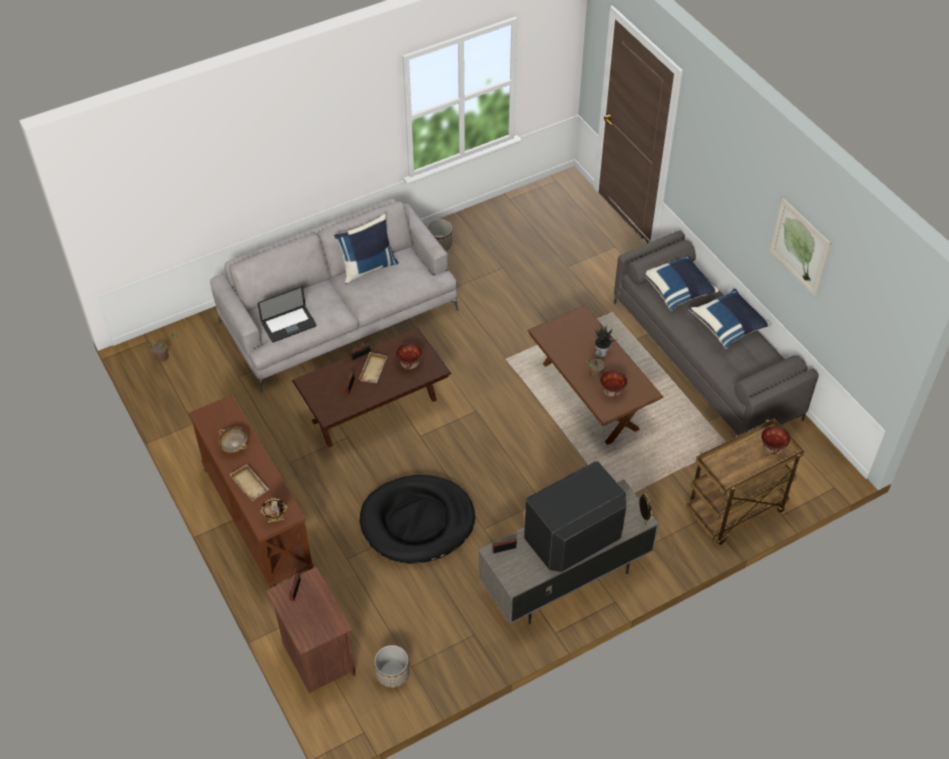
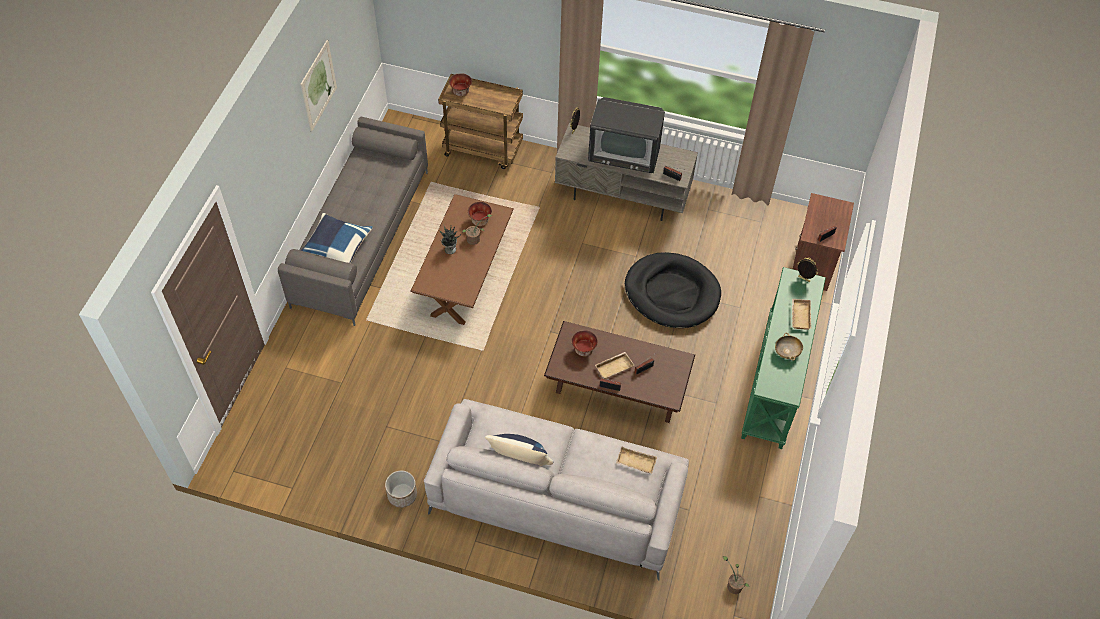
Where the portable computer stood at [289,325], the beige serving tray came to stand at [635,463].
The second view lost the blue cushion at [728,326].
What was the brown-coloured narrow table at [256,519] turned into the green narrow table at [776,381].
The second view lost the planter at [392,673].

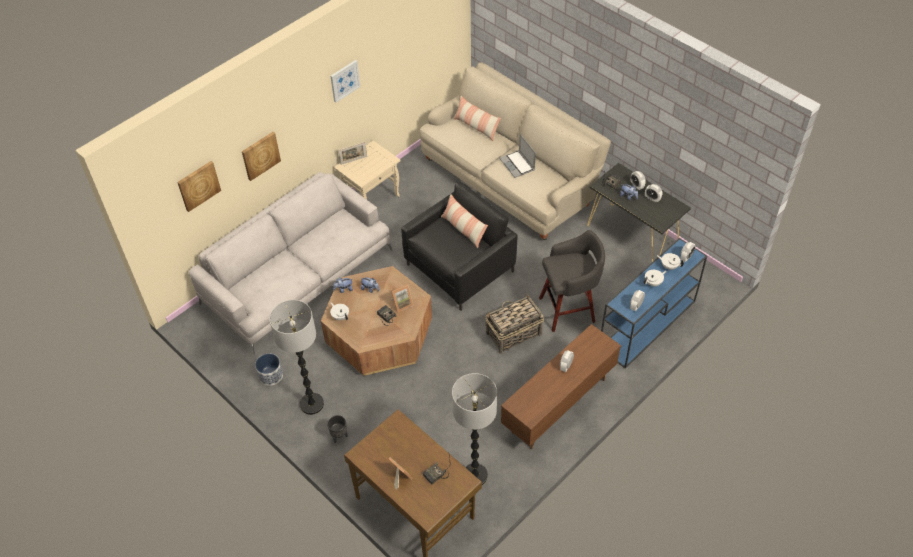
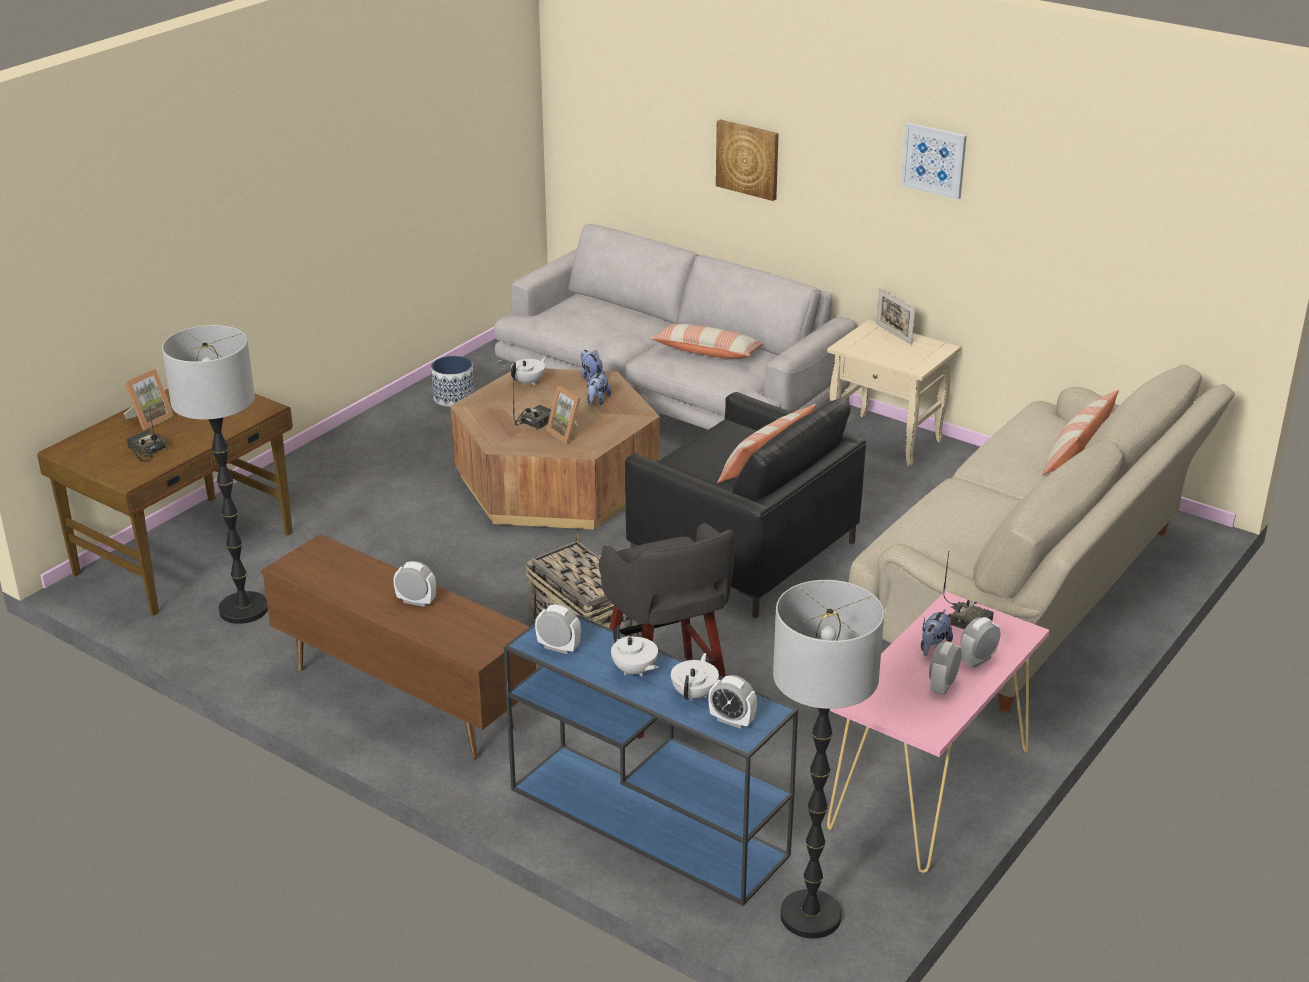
The second view lost the portable computer at [517,165].
The second view lost the picture at [198,185].
What was the blackish narrow table at [633,237] turned into the pinkish narrow table at [929,789].
The standing lamp ended up elsewhere, having gone from [311,404] to [810,916].
The second view lost the blackish planter at [339,436].
The second view gained the cushion at [707,352].

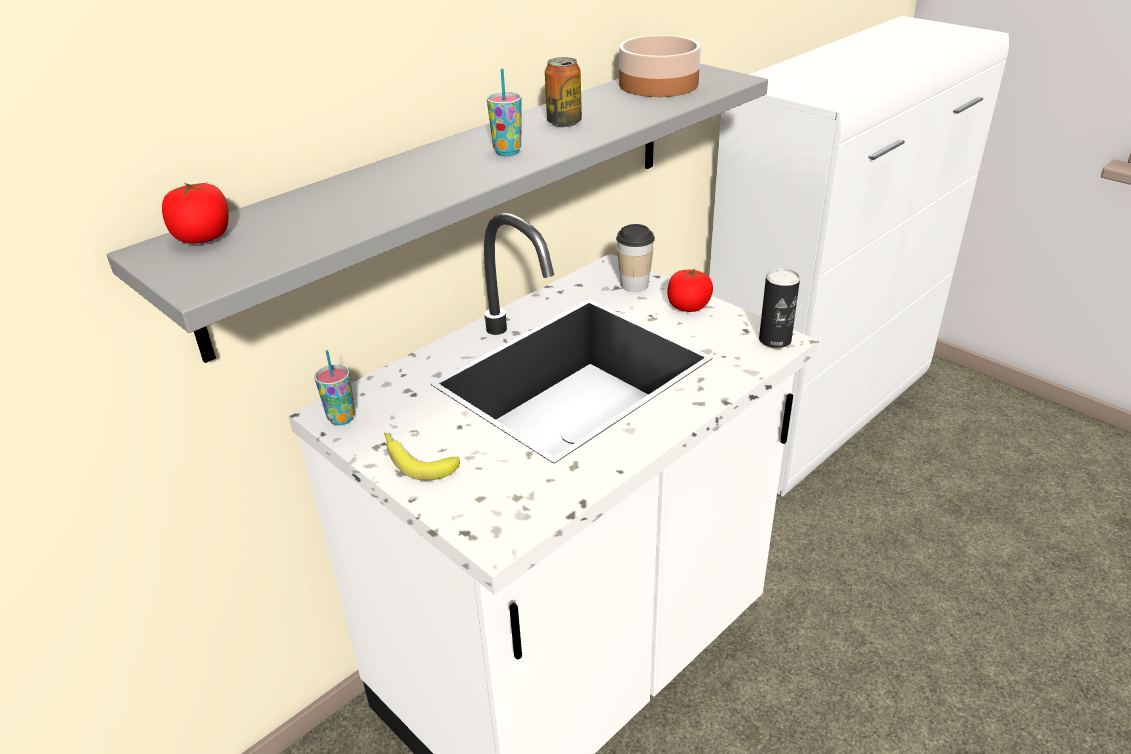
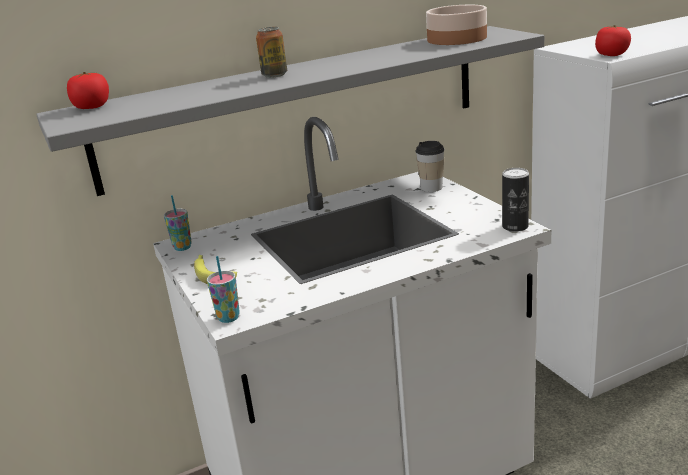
The metal can ended up elsewhere, having gone from [564,123] to [274,75].
The cup ended up elsewhere, having gone from [507,152] to [228,318].
The tomato ended up elsewhere, having gone from [688,306] to [611,55].

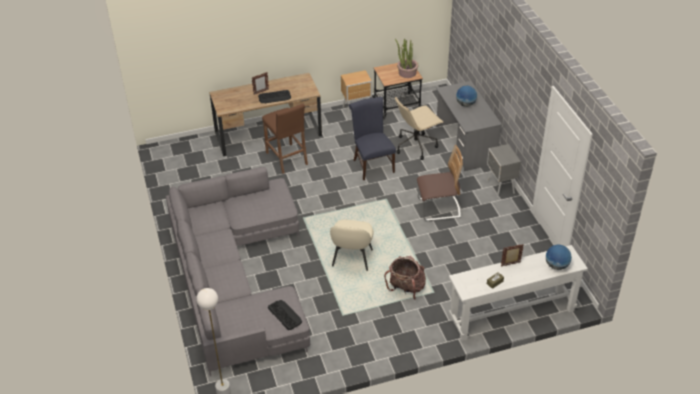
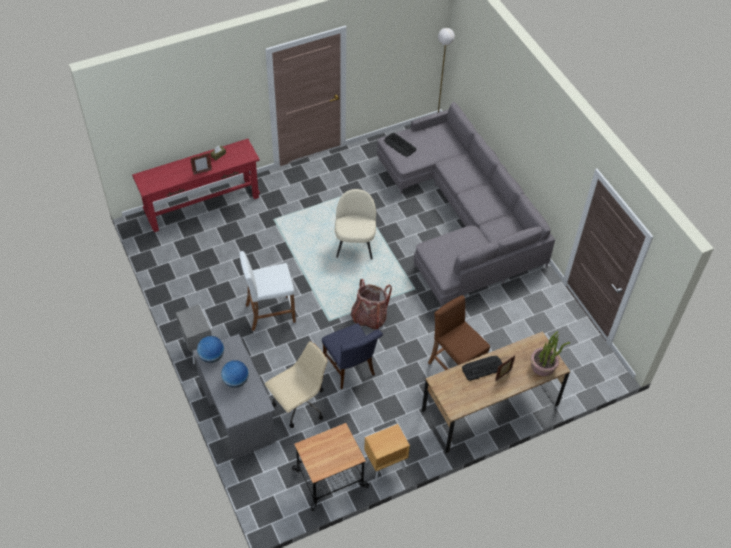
The plant in a pot ended up elsewhere, having gone from [407,73] to [543,366].
Where the chair stood at [438,208], the white-coloured stool seat came to stand at [270,313].
The desk globe ended up elsewhere, having gone from [556,266] to [211,356].
What was the white-coloured narrow table at [512,314] turned into the reddish narrow table at [202,205].
The knapsack ended up elsewhere, having gone from [406,288] to [369,317].

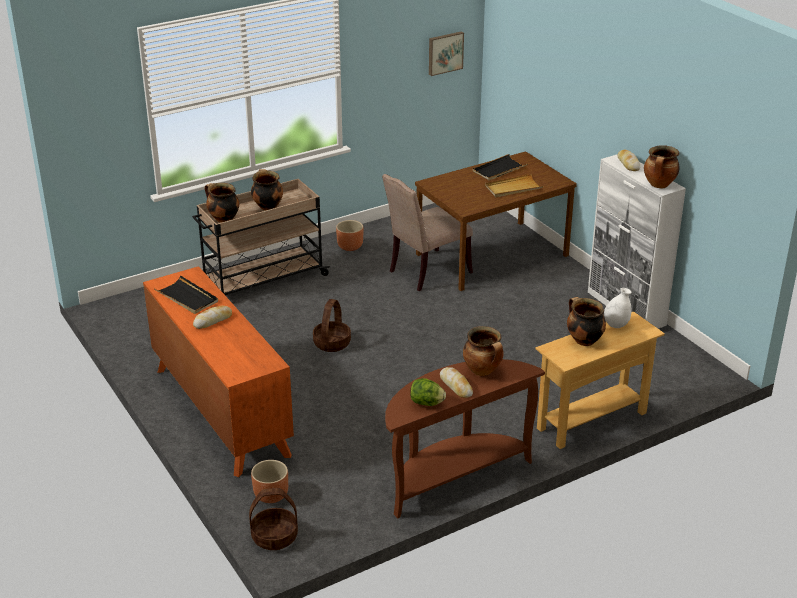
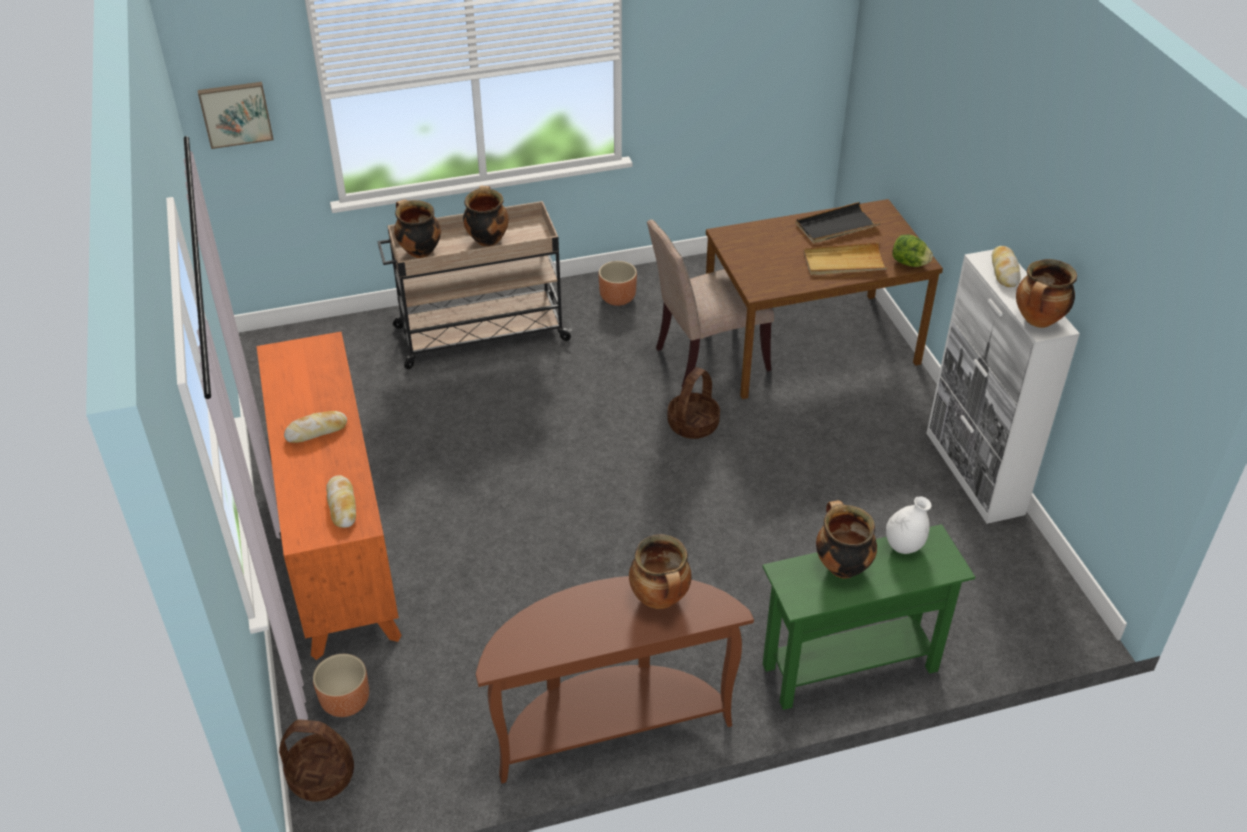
The picture ended up elsewhere, having gone from [445,53] to [236,113].
The second view lost the blackish serving tray at [187,297].
The basket ended up elsewhere, having gone from [331,343] to [693,424].
What was the beige narrow table at [592,420] turned into the green narrow table at [850,667].
The bakery bread ended up elsewhere, having gone from [456,386] to [342,505].
The lettuce ended up elsewhere, having gone from [426,403] to [909,263].

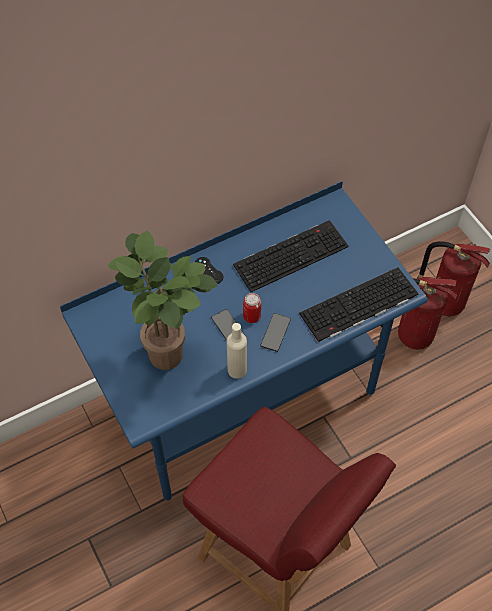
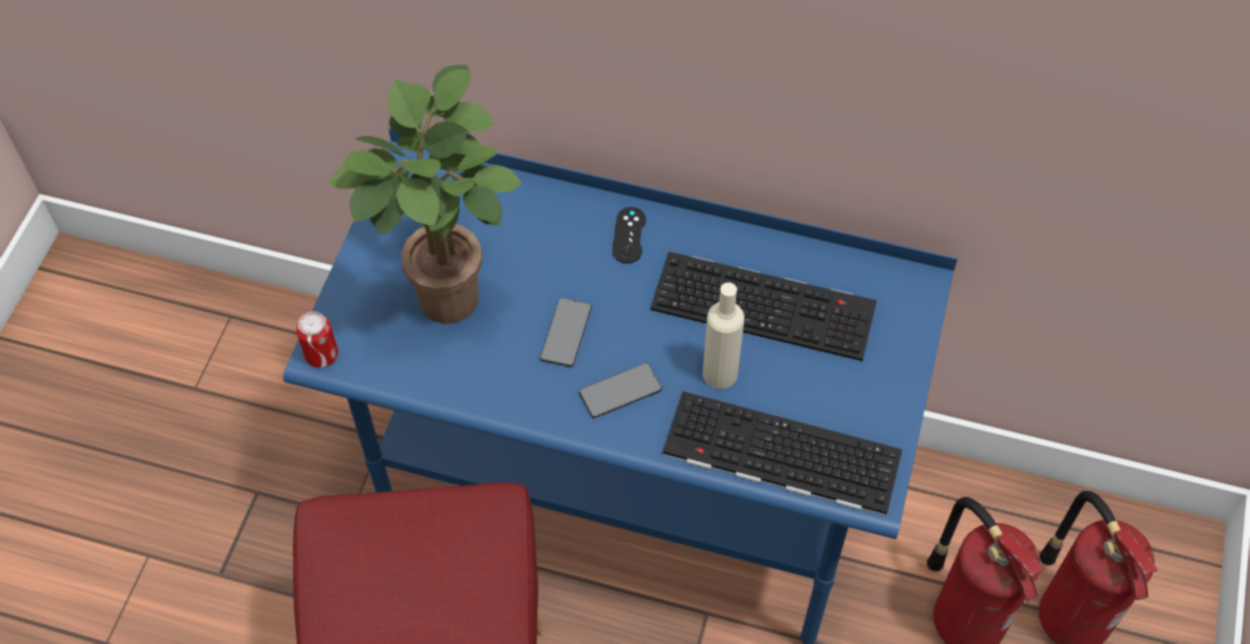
The metal can ended up elsewhere, having gone from [252,316] to [322,355].
The beige bottle ended up elsewhere, having gone from [237,369] to [720,373].

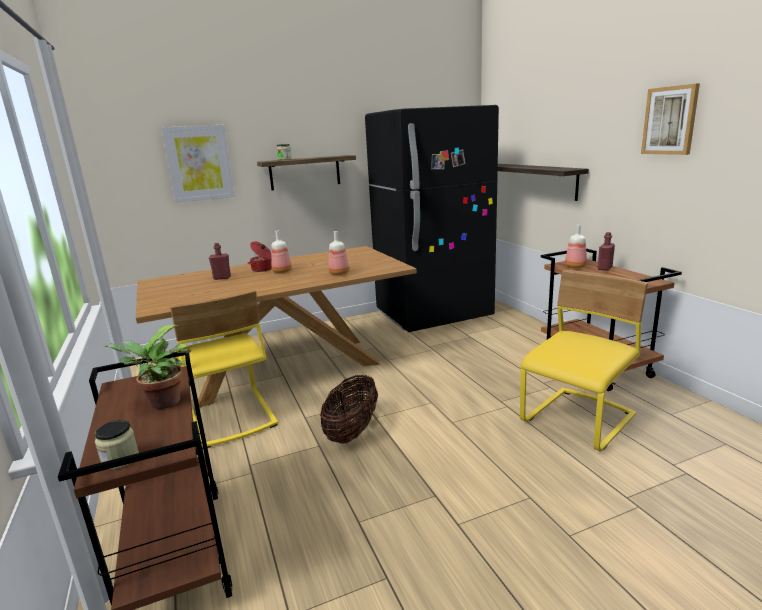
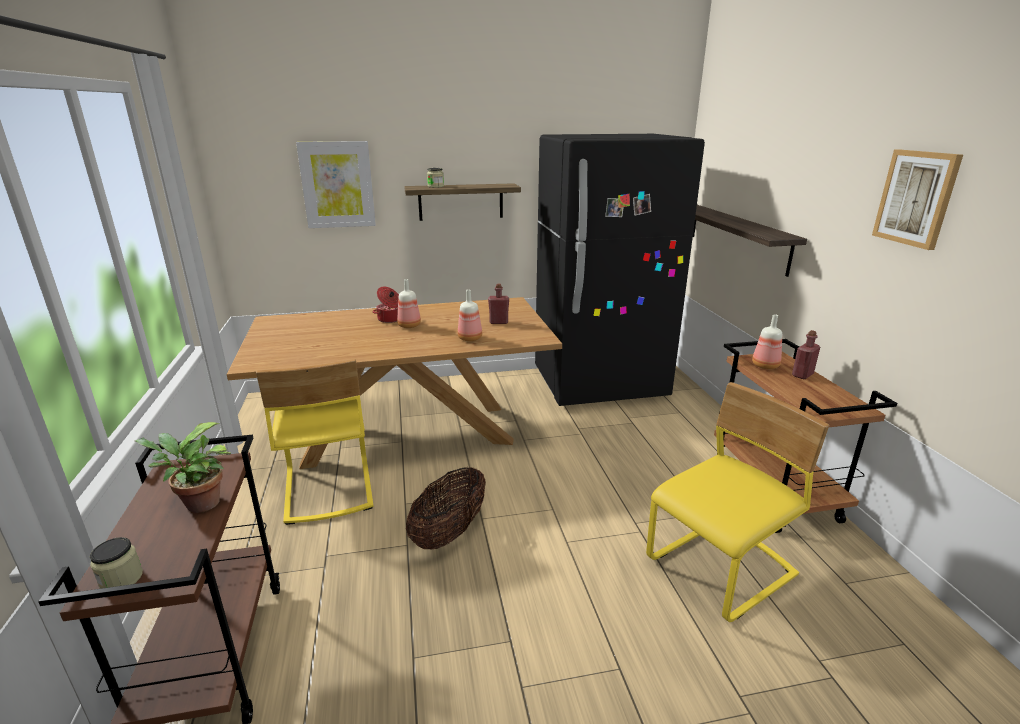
The reddish bottle ended up elsewhere, having gone from [222,278] to [498,322].

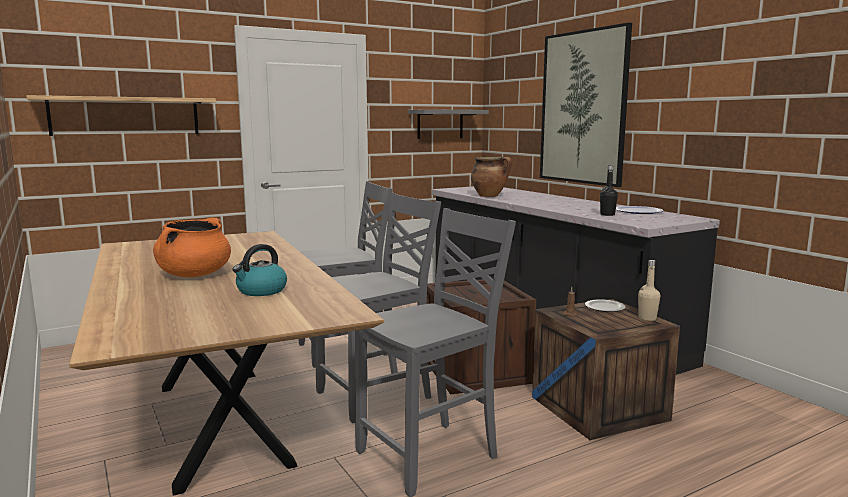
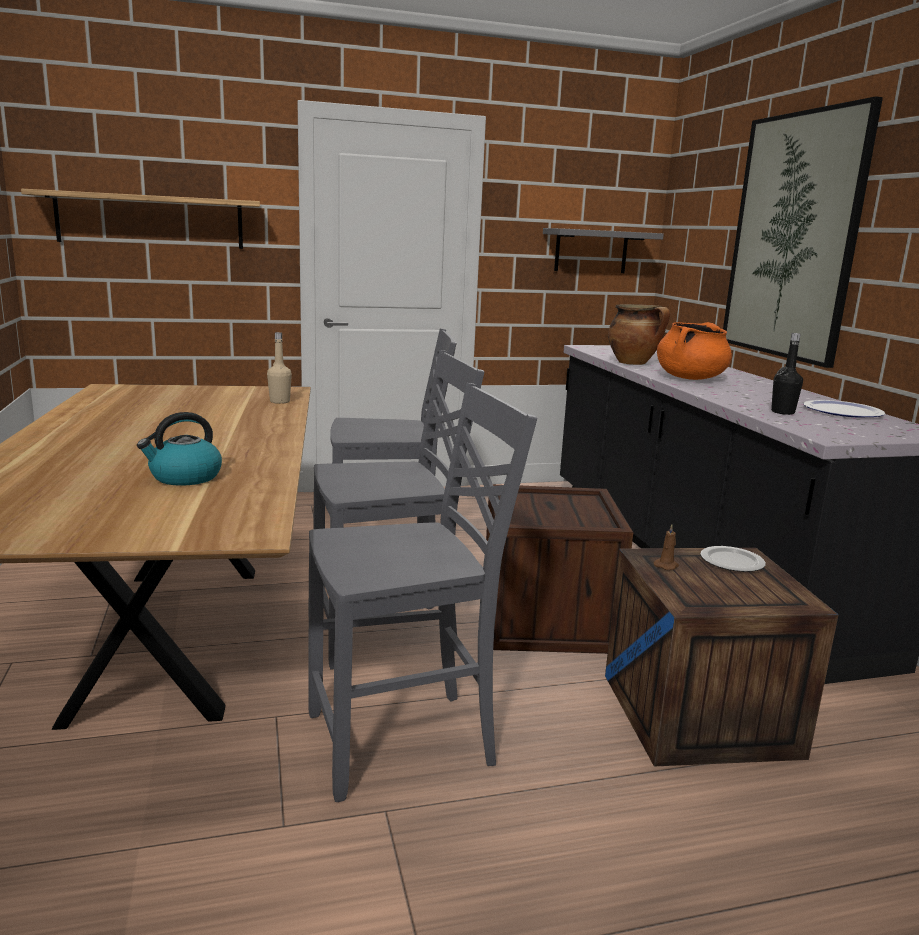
The orange stockpot ended up elsewhere, having gone from [195,275] to [690,378].
The beige bottle ended up elsewhere, having gone from [647,318] to [279,401].

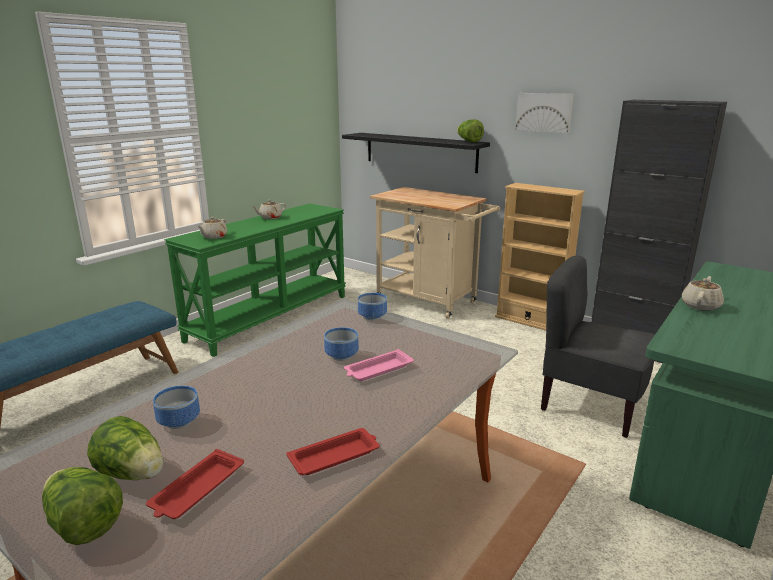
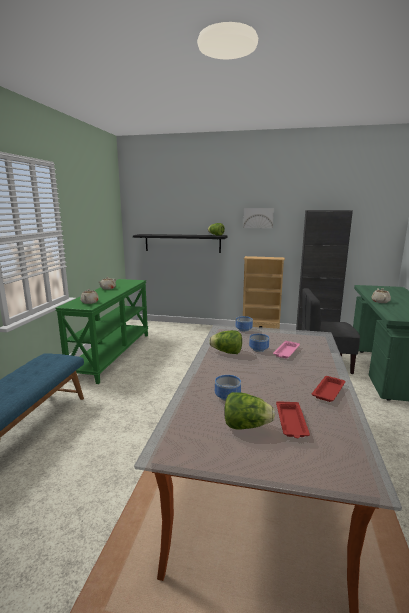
The second view lost the beige wheeled cart at [431,301].
The lettuce ended up elsewhere, having gone from [83,525] to [227,352].

